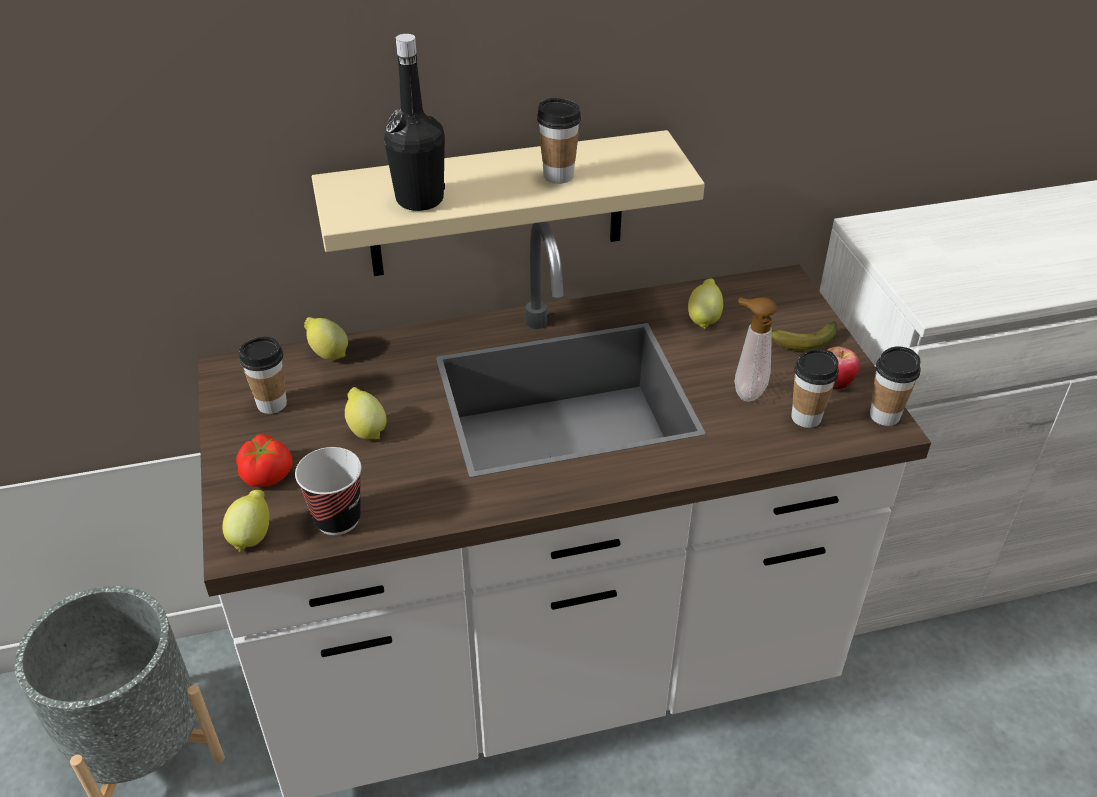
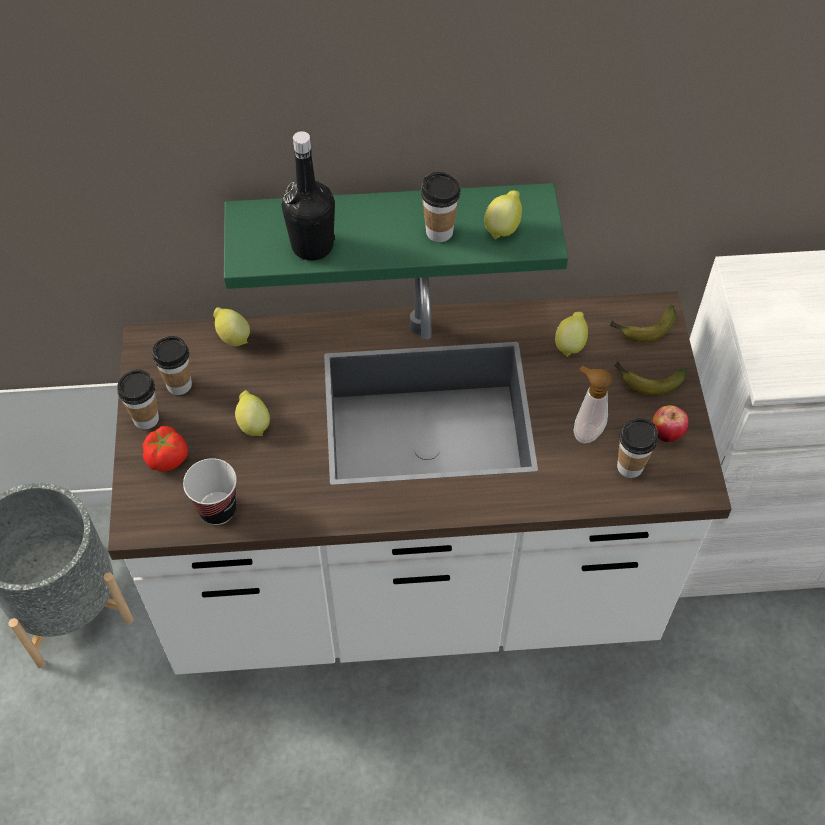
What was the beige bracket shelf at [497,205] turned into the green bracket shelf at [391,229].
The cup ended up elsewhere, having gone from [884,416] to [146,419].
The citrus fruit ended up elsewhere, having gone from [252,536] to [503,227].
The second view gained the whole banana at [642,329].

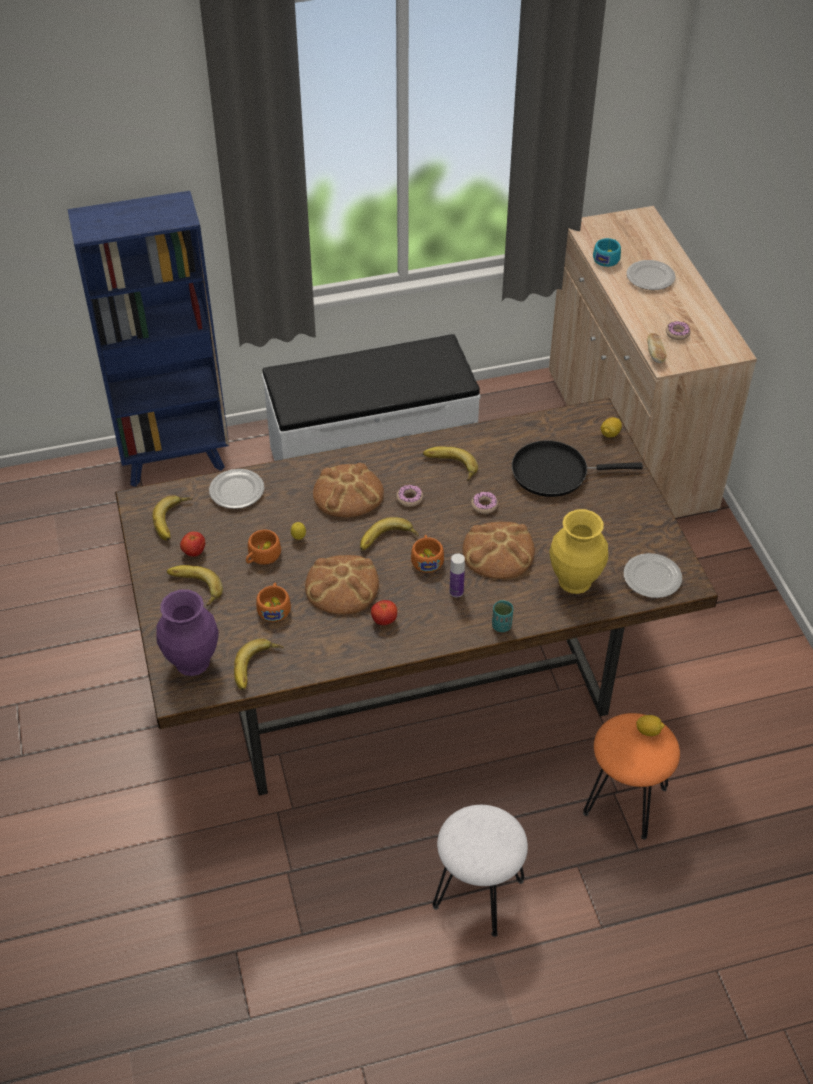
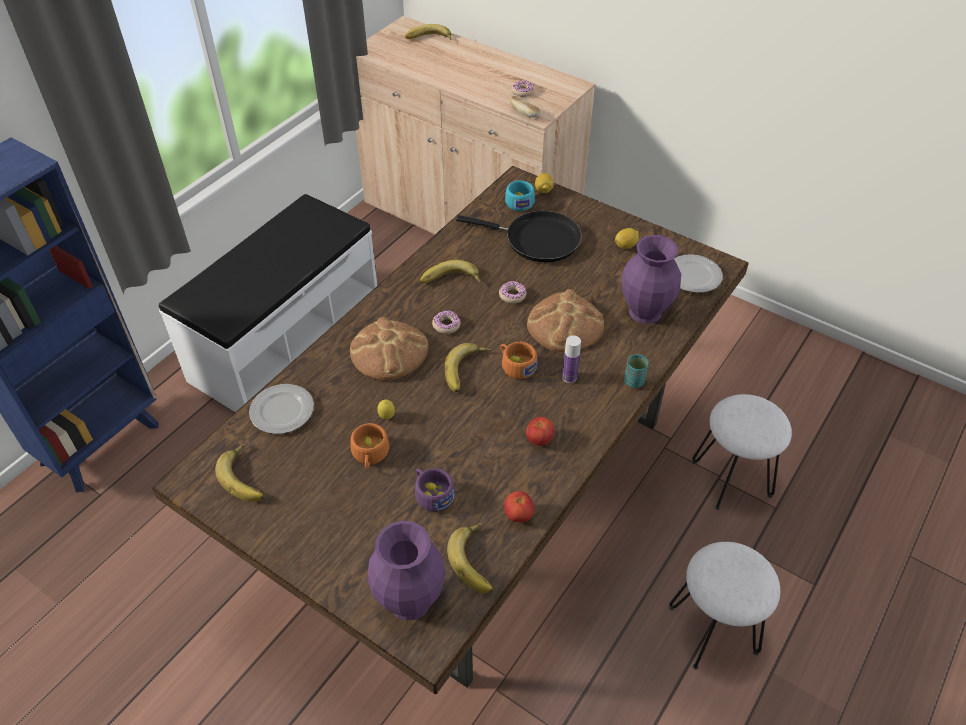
The turquoise-coloured cup ended up elsewhere, having gone from [607,258] to [518,201].
The second view lost the flat dish at [650,278].
The blackish frying pan at [555,472] ended up facing another way, 120 degrees counterclockwise from before.
What was the yellow-coloured decorative vase at [575,580] turned into the purple decorative vase at [644,311].
The tomato ended up elsewhere, having gone from [194,552] to [518,515].
The second view lost the bakery bread at [342,586].
The whole banana ended up elsewhere, having gone from [193,588] to [429,39].
What was the orange cup at [274,607] turned into the purple cup at [432,493].
What was the orange stool seat at [624,801] turned into the white-coloured stool seat at [731,479].
The citrus fruit ended up elsewhere, having gone from [648,731] to [626,245].

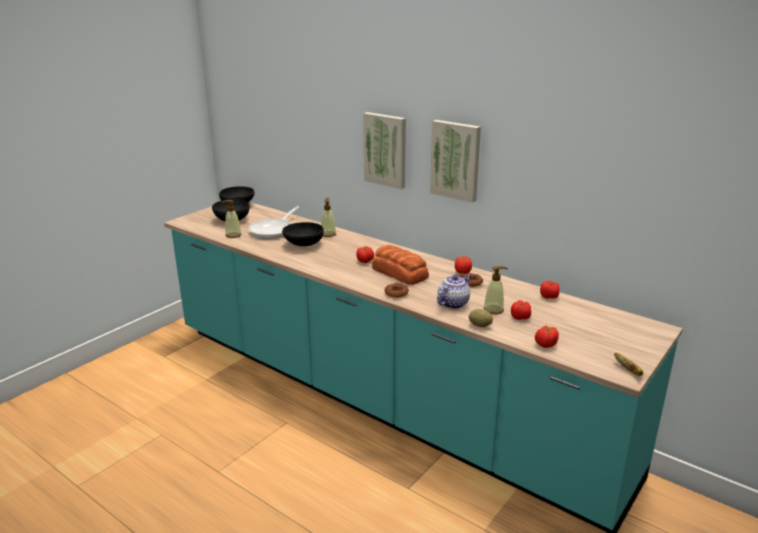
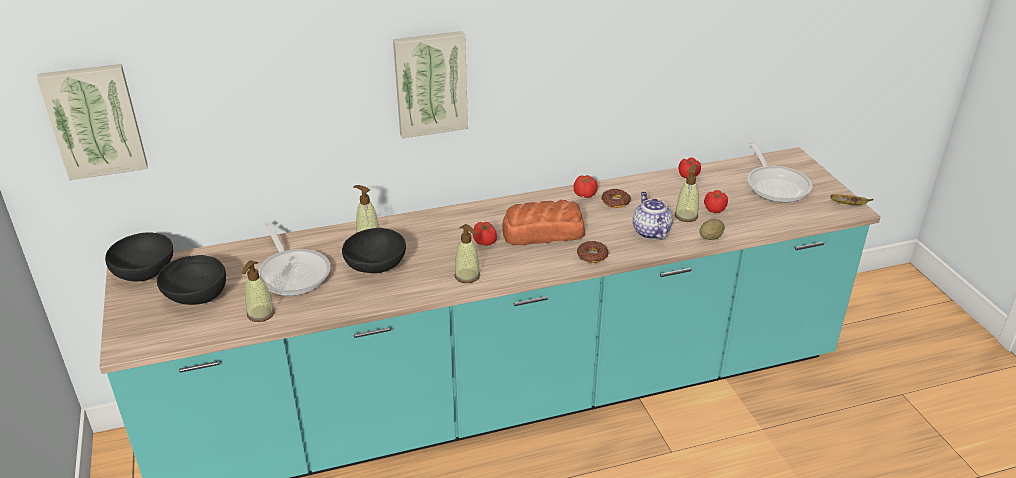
The picture ended up elsewhere, having gone from [456,160] to [95,120].
The second view lost the tomato at [545,345].
The second view gained the frying pan at [775,185].
The second view gained the soap dispenser at [467,276].

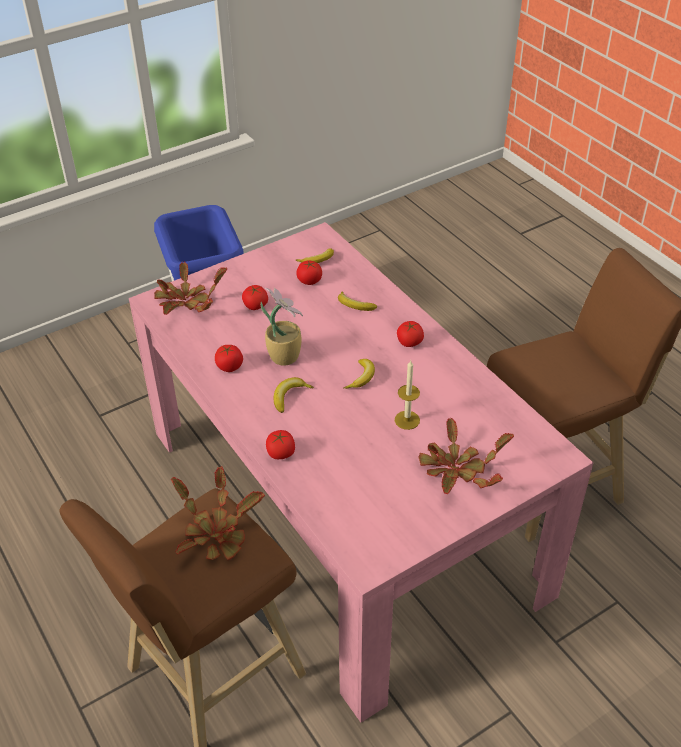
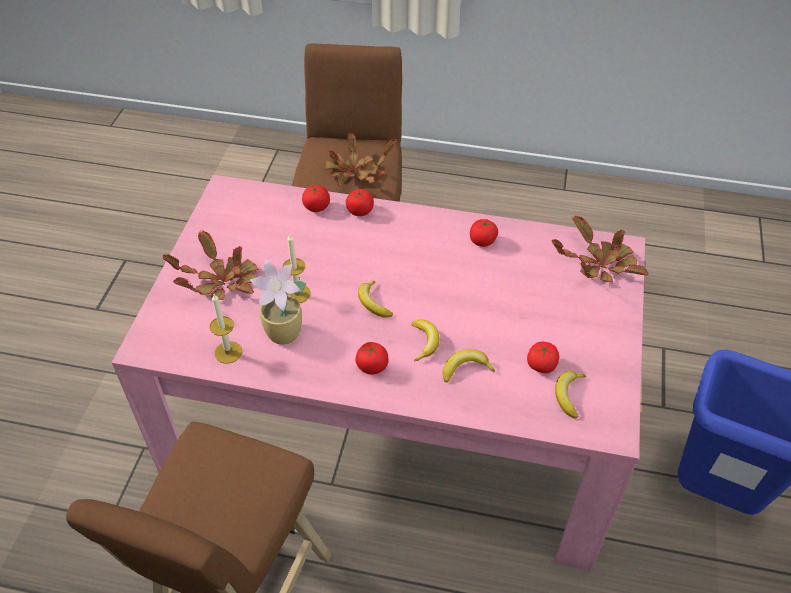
The tomato ended up elsewhere, having gone from [255,306] to [316,206].
The plant in a pot ended up elsewhere, having gone from [284,355] to [285,334].
The whole banana ended up elsewhere, having gone from [289,396] to [424,342].
The second view gained the wax light at [228,352].

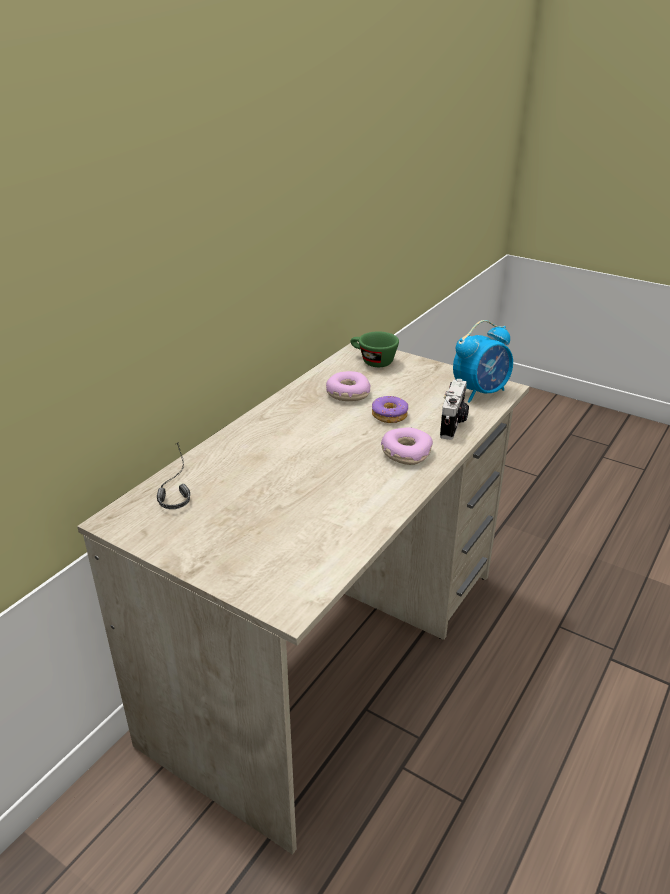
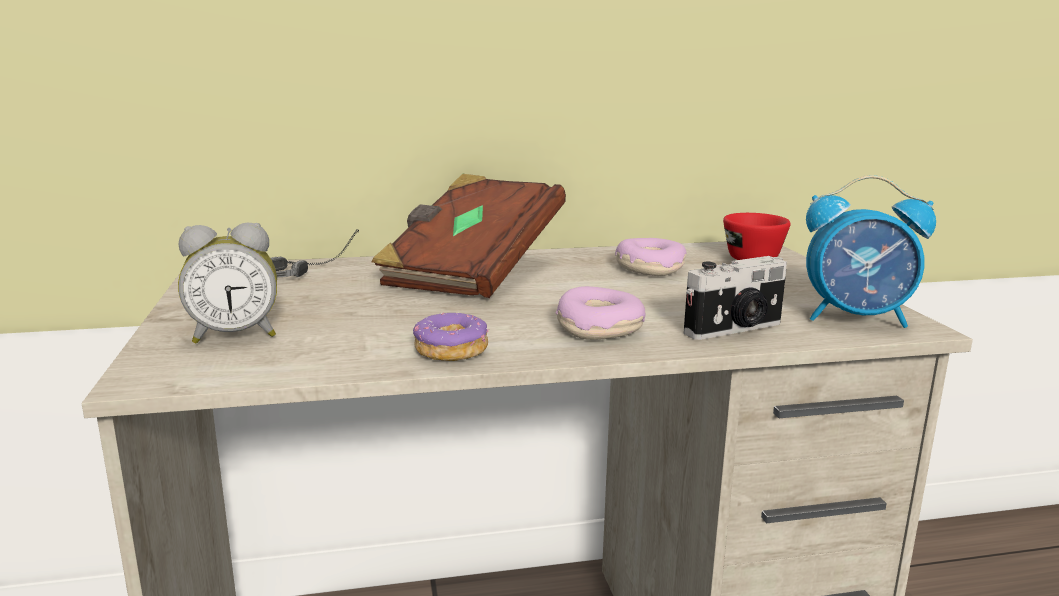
What was the green cup at [372,361] turned into the reddish cup at [747,257].
The doughnut ended up elsewhere, having gone from [390,415] to [452,350].
The second view gained the brown-coloured volume at [471,271].
The second view gained the alarm clock at [235,335].

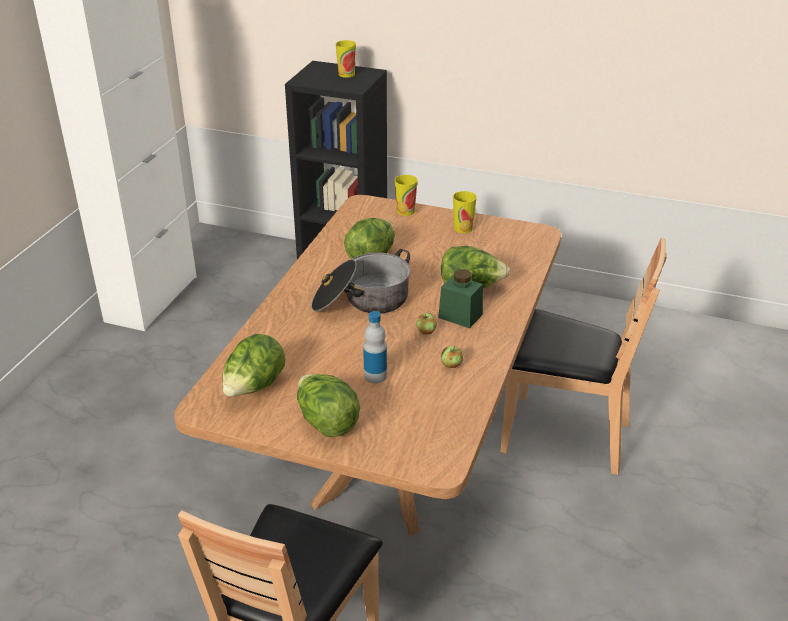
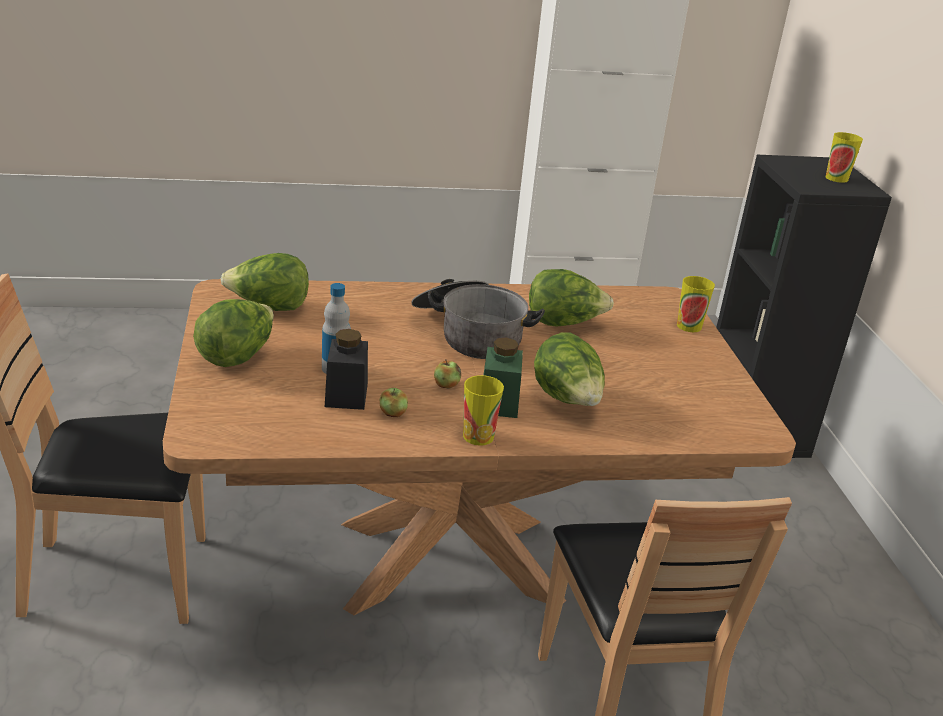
The cup ended up elsewhere, having gone from [463,228] to [478,436].
The second view gained the blackish storage jar at [346,395].

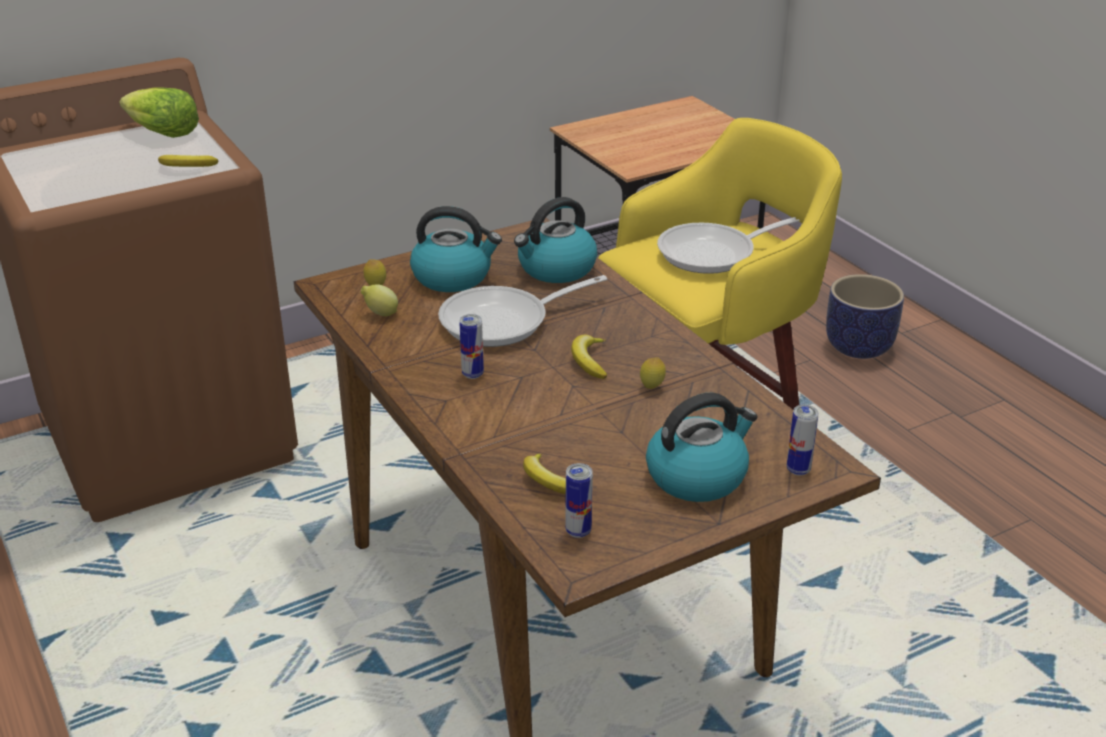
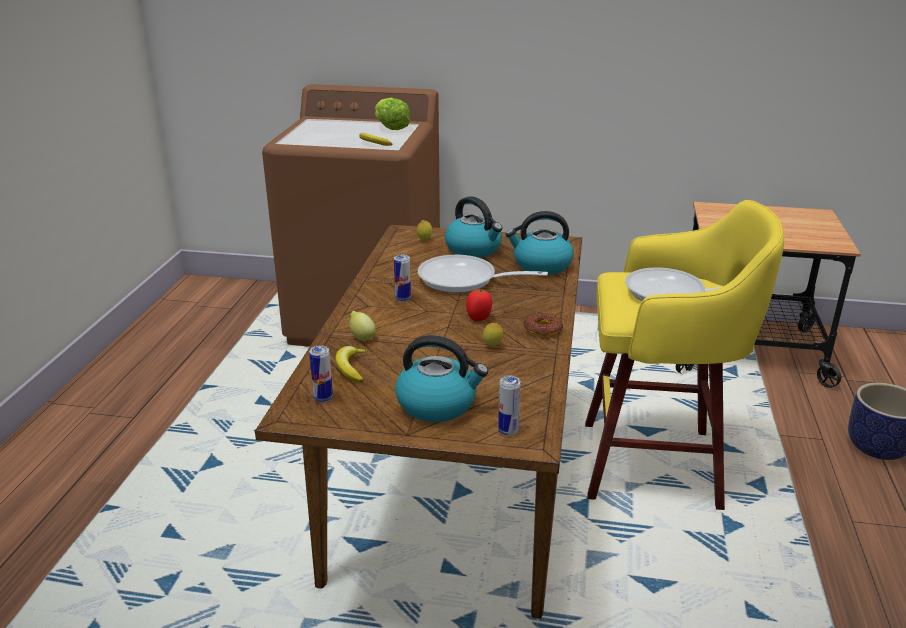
The citrus fruit ended up elsewhere, having gone from [380,314] to [361,338].
Where the whole banana stood at [589,361], the tomato came to stand at [479,318].
The second view gained the doughnut at [543,329].

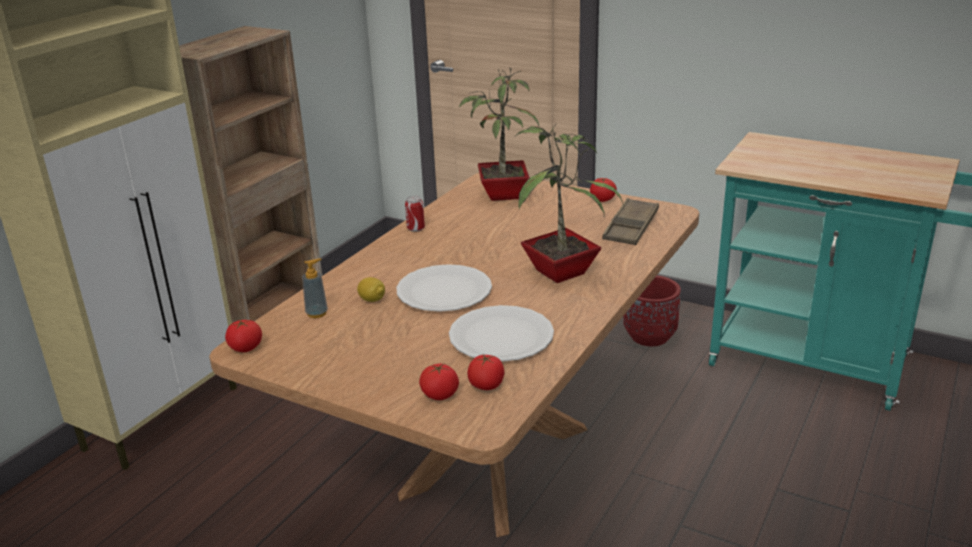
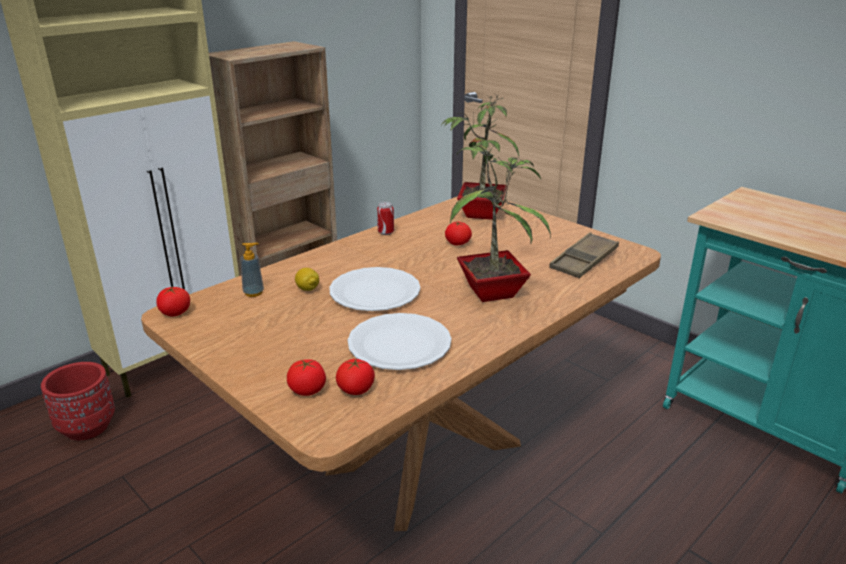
The tomato ended up elsewhere, having gone from [602,200] to [458,243].
The reddish planter ended up elsewhere, having gone from [649,336] to [87,427].

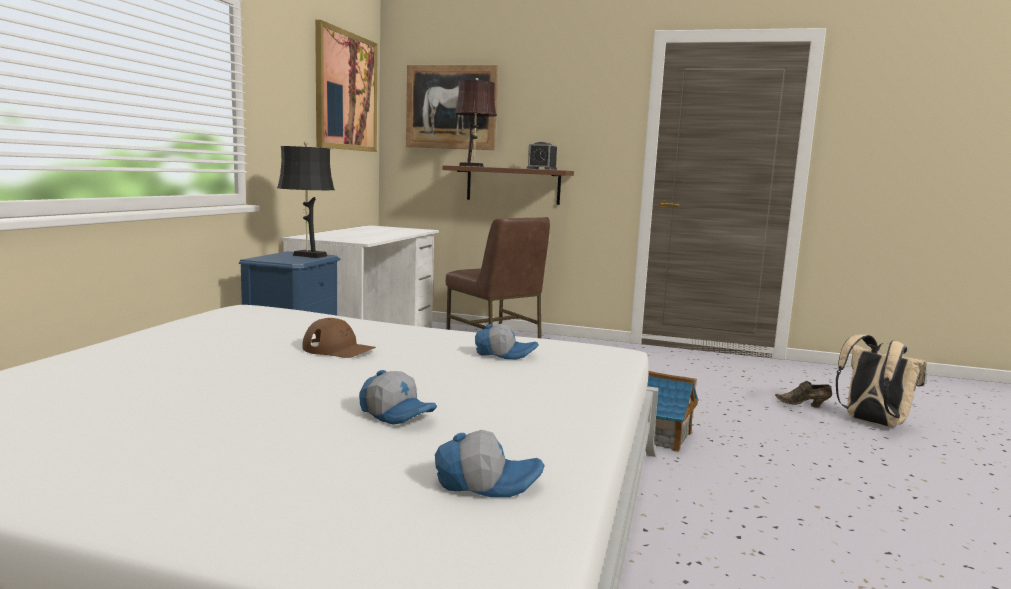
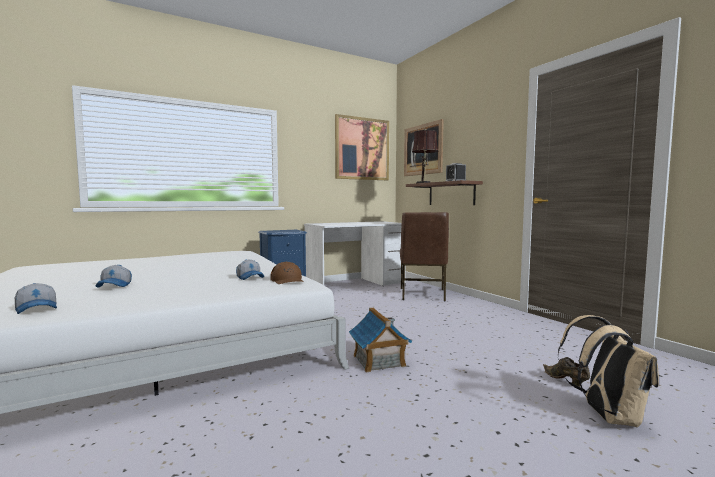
The second view lost the blackish lamp for a table at [307,255].
The brown-coloured baseball cap ended up elsewhere, having gone from [339,349] to [287,280].

